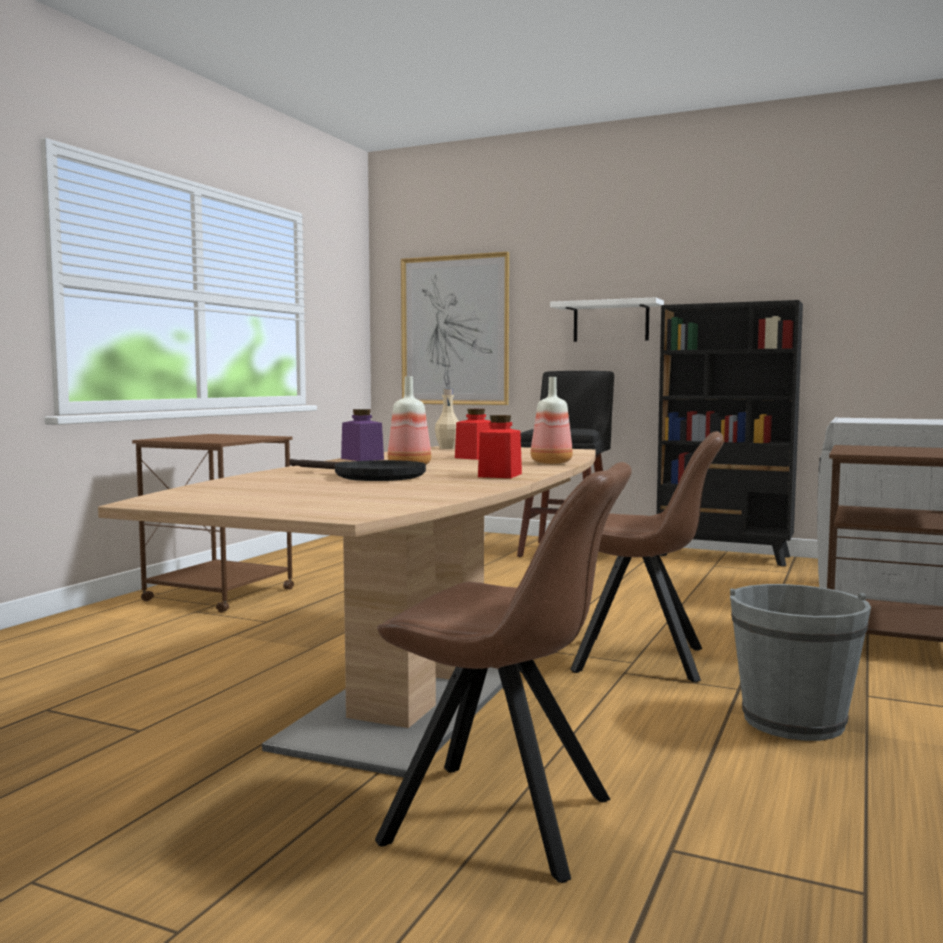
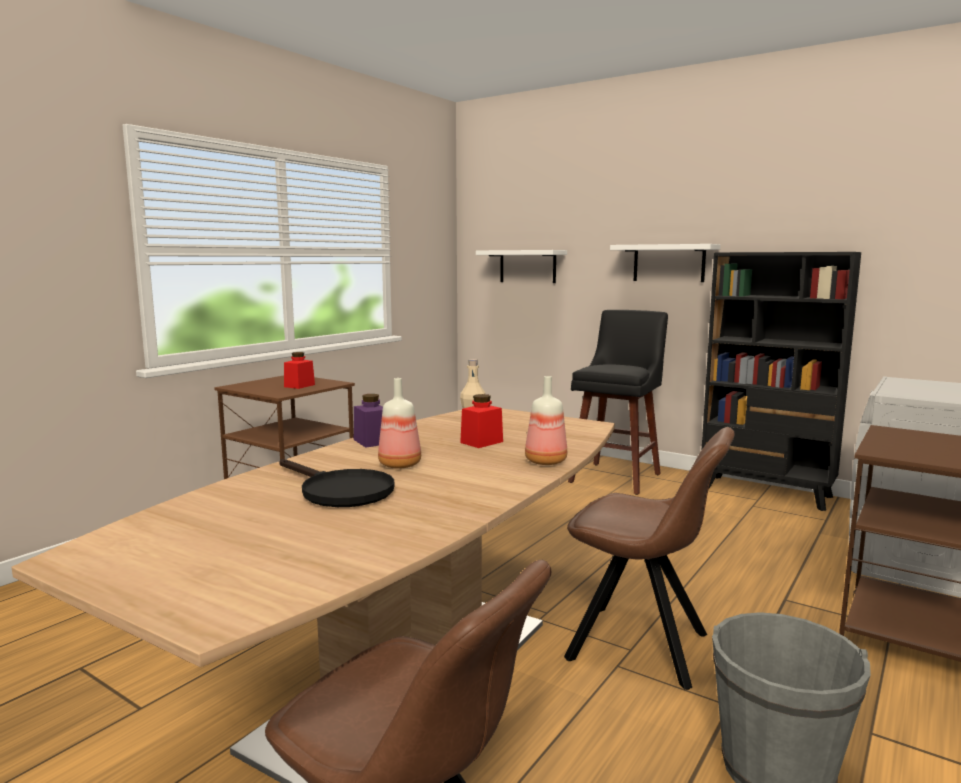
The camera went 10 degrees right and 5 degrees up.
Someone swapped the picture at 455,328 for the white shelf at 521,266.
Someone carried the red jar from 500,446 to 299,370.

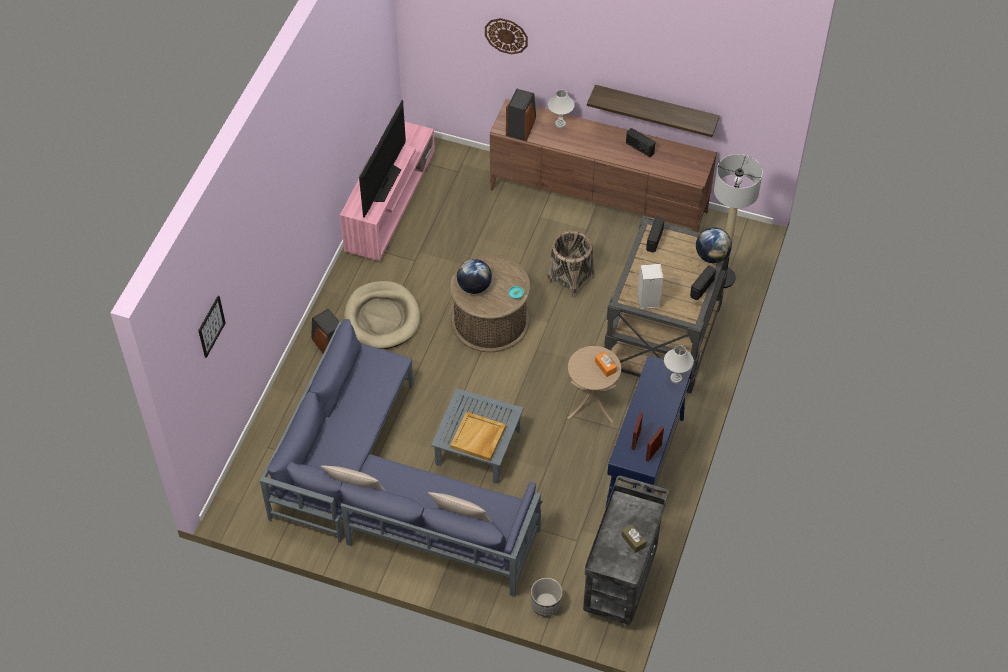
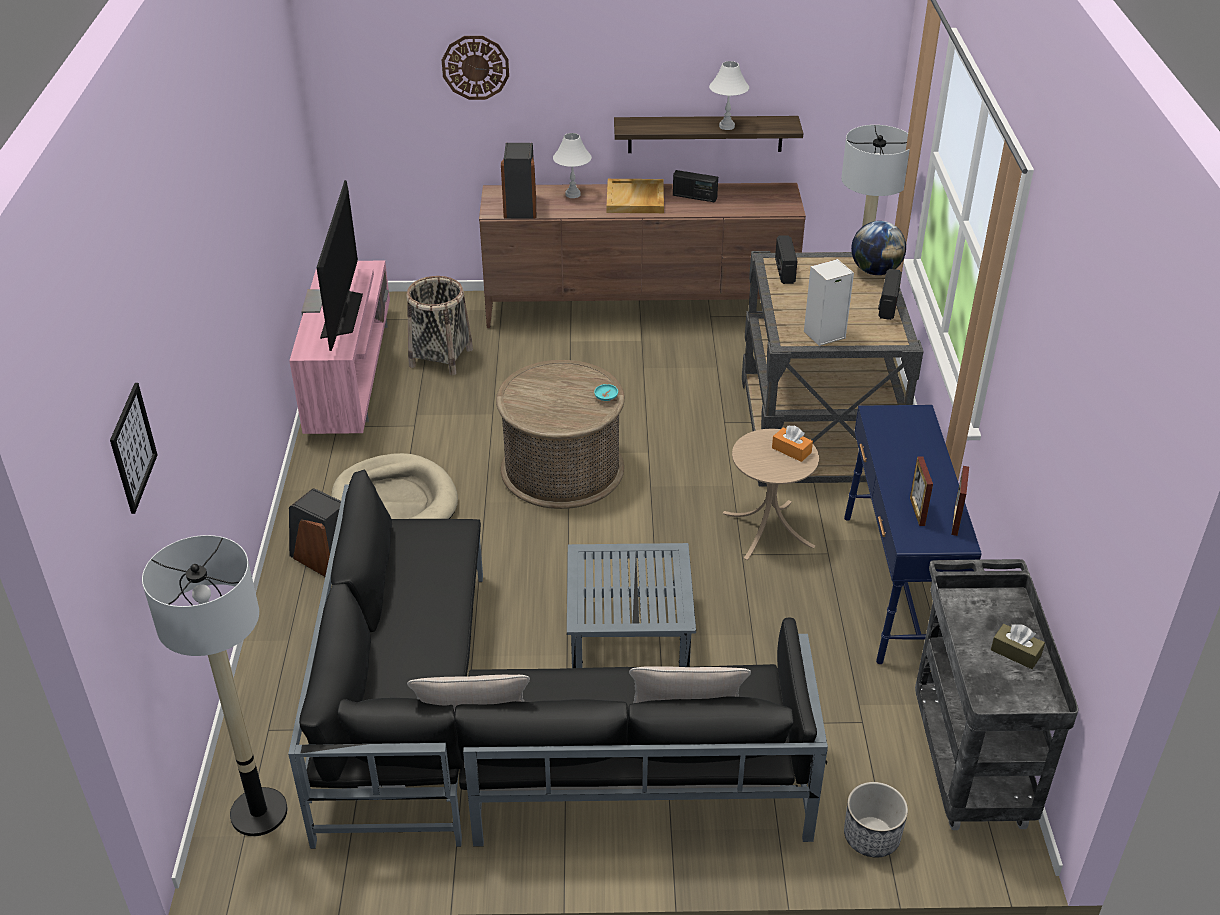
The camera went 20 degrees left and 15 degrees down.
Someone carried the basket from 570,264 to 440,325.
Someone took away the globe at 474,276.
Someone repainted the blue sofa at 401,458, which became the black sofa at 558,659.
Someone carried the white table lamp from 679,364 to 729,95.
Someone carried the beige tray from 478,436 to 635,196.
Someone put down the floor lamp at 215,685.

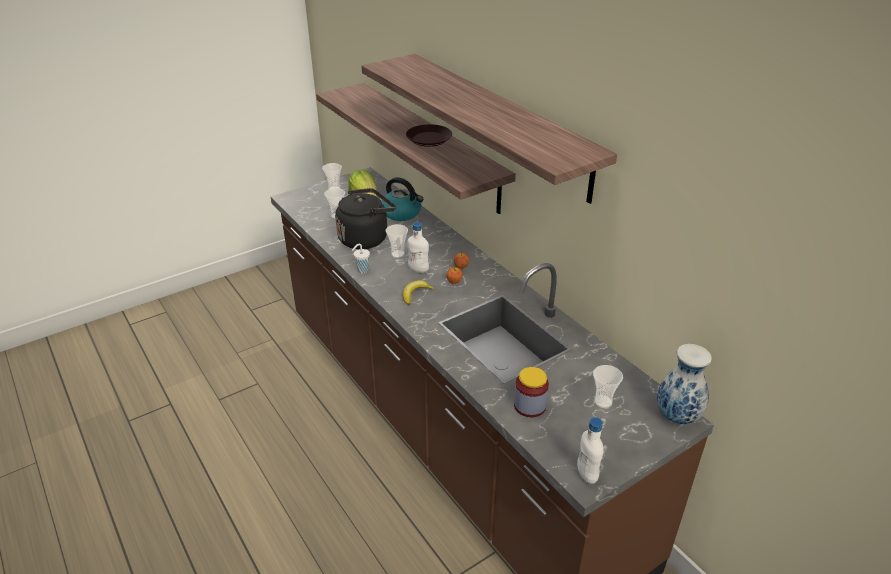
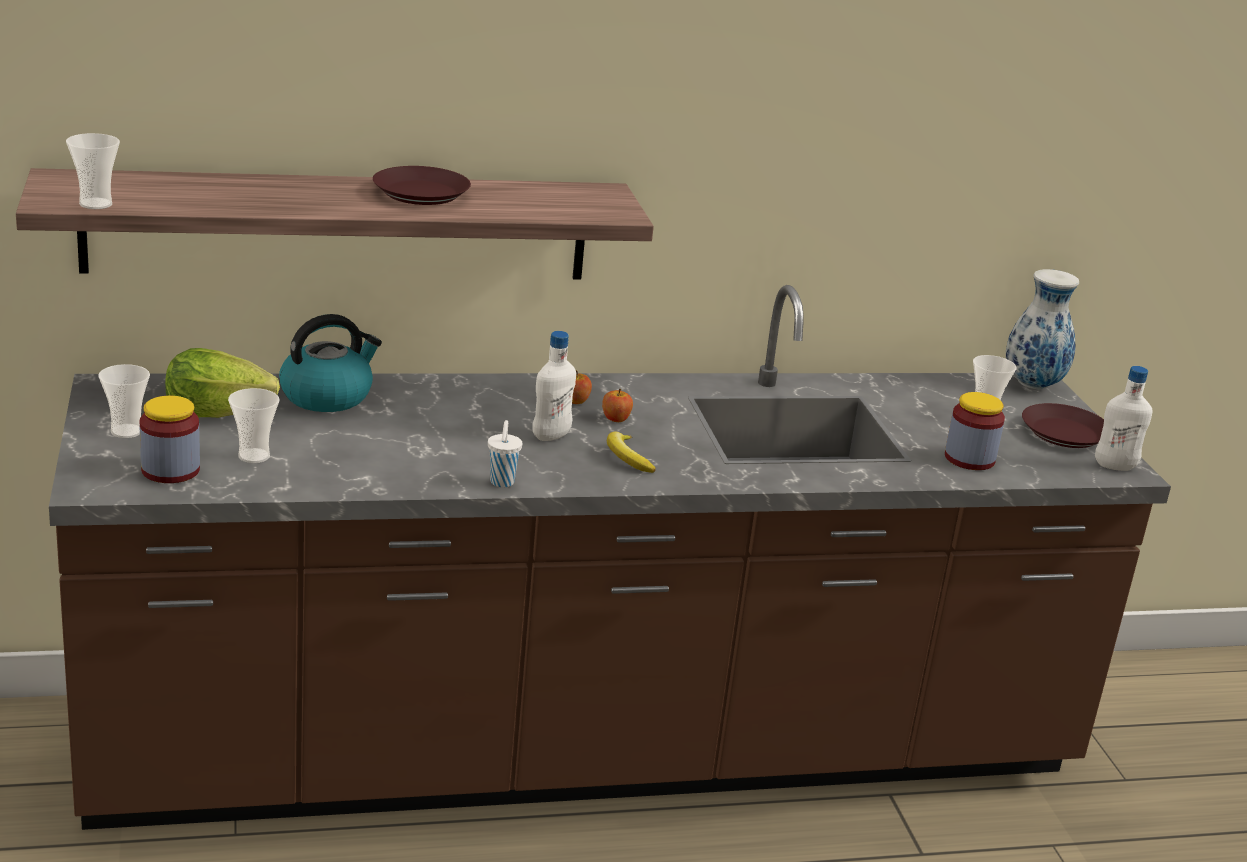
The camera went 70 degrees left and 10 degrees down.
Someone took away the shelf at 489,129.
Someone took away the black kettle at 365,218.
Someone carried the cup from 397,241 to 93,171.
Someone put down the jar at 169,439.
Someone put down the brown plate at 1063,425.

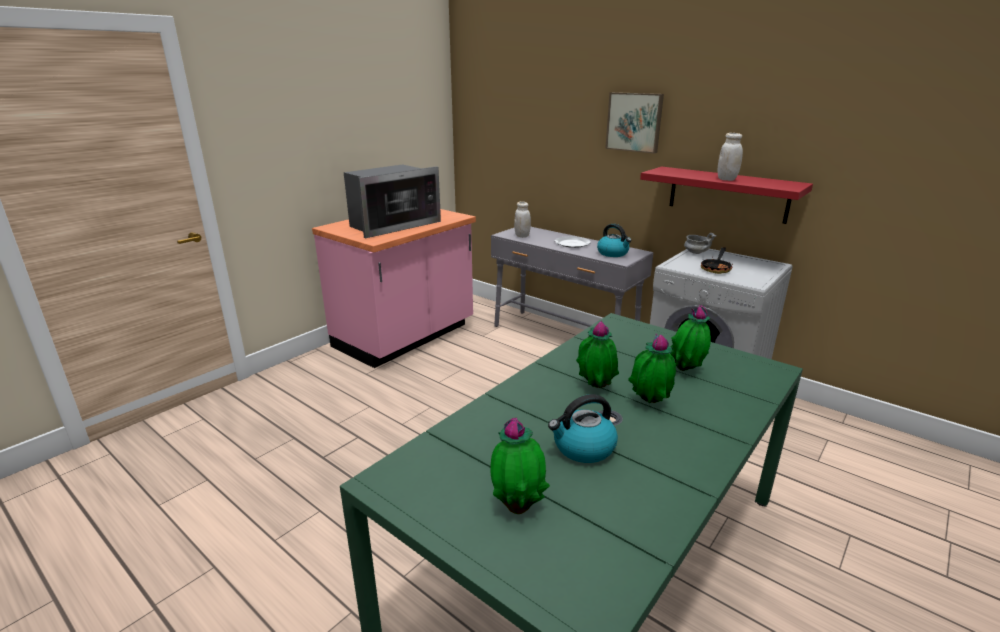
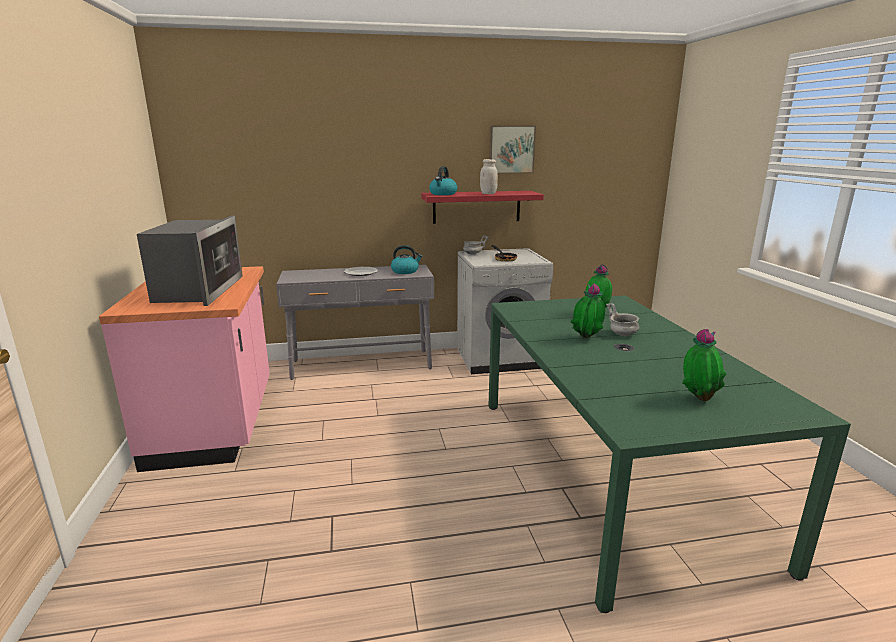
The camera went 50 degrees left and 5 degrees down.
Someone carried the picture from 634,122 to 512,150.
Someone took away the white jar at 522,220.
Someone swapped the potted plant at 652,368 for the grey bowl at 622,319.
Someone carried the kettle from 583,428 to 443,180.

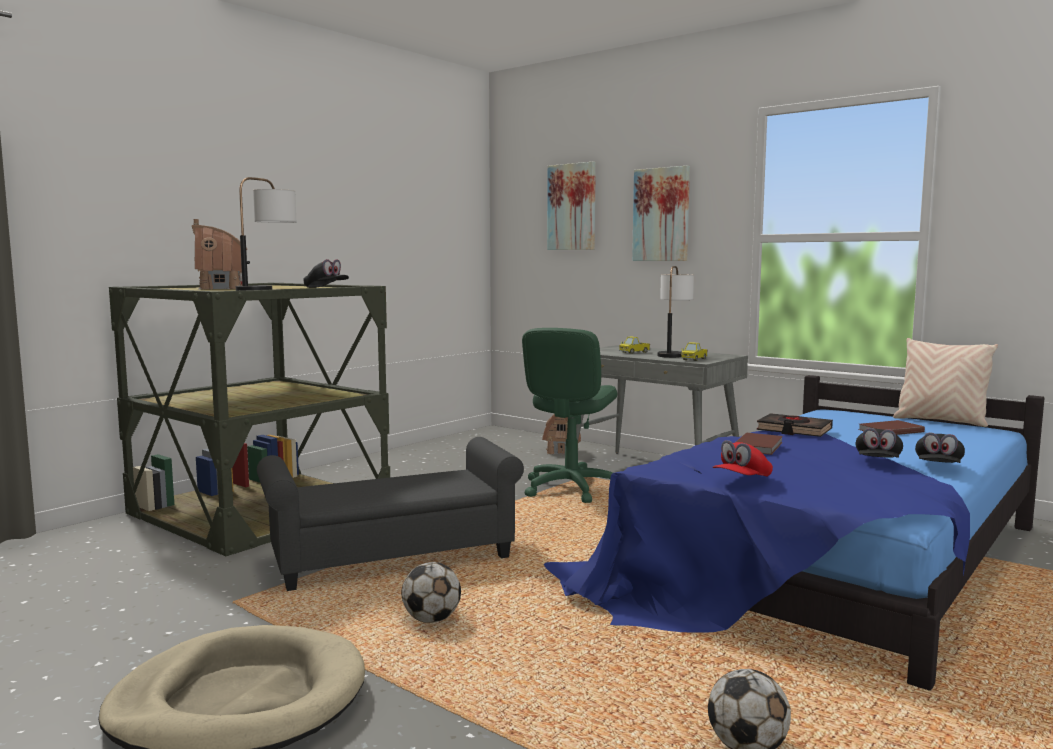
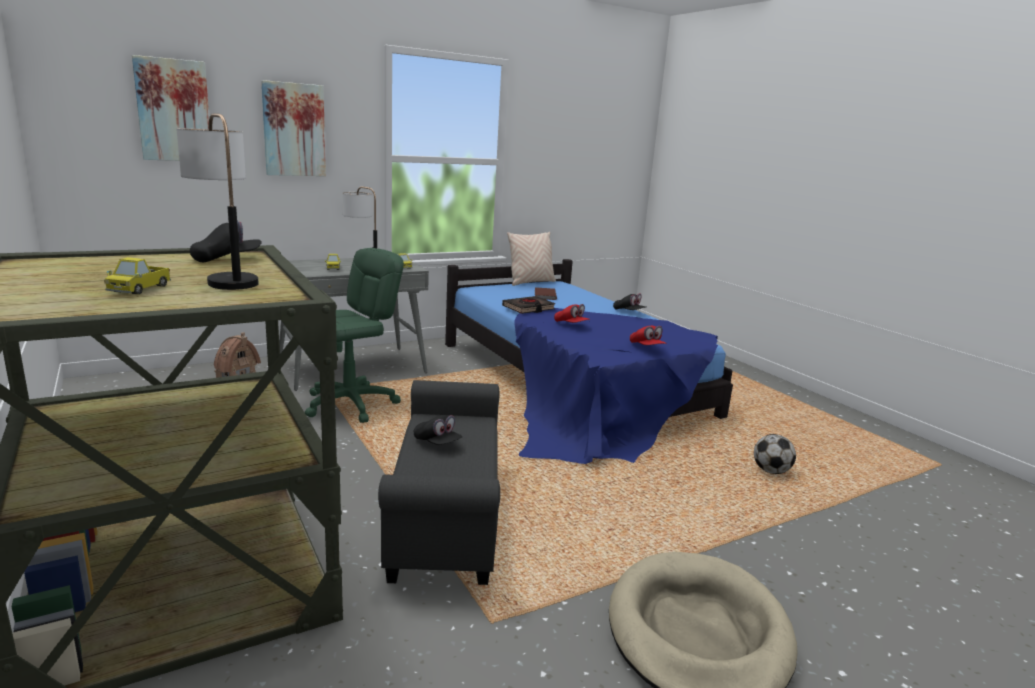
The camera went 70 degrees left and 10 degrees up.
Someone swapped the toy house at 220,254 for the toy truck at 137,276.
Someone rotated the green office chair at 569,415 by 90 degrees counterclockwise.
Someone carried the black cap from 879,443 to 438,430.
Someone swapped the brown book at 759,444 for the red cap at 572,313.
Someone took away the football at 431,592.

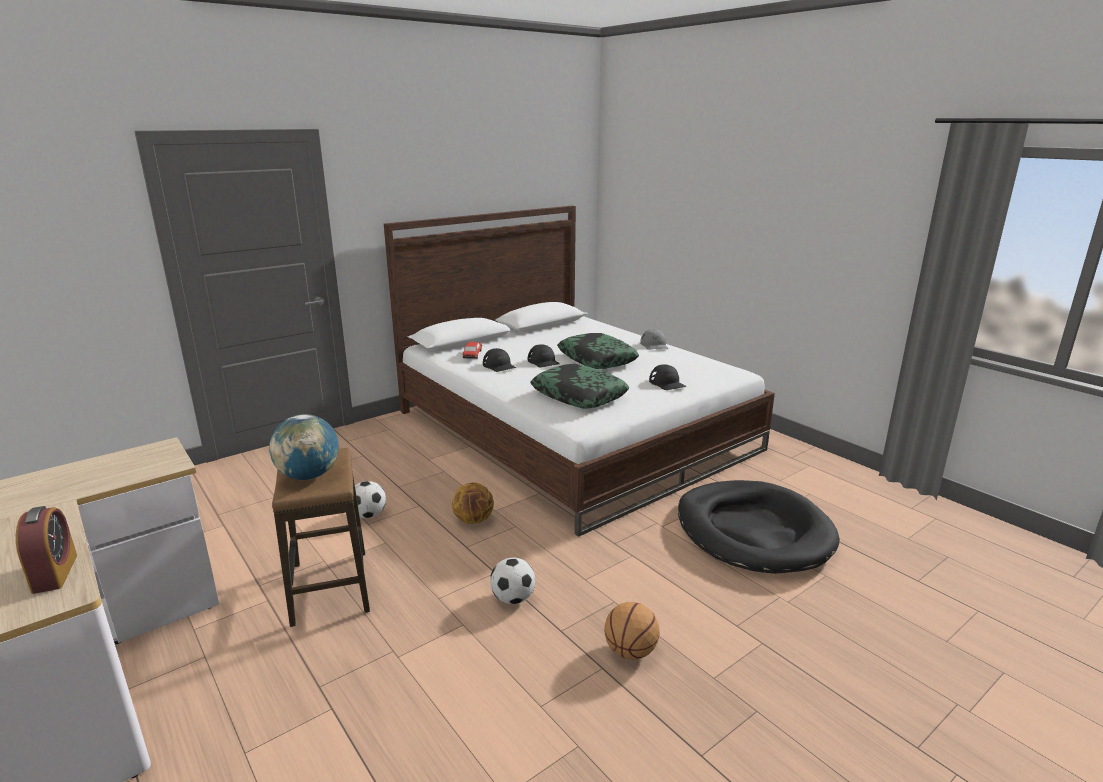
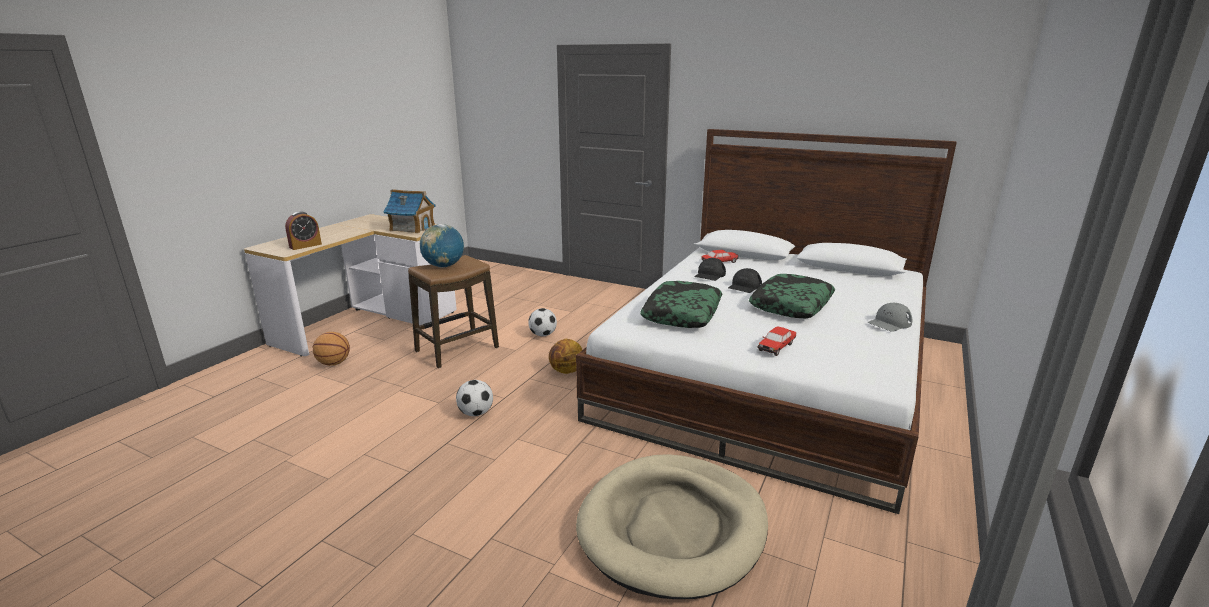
The camera went 65 degrees right and 0 degrees up.
Someone swapped the black cap at 667,377 for the toy car at 777,341.
Someone repainted the black dog bed at 759,527, which became the beige dog bed at 672,526.
Someone carried the basketball from 632,631 to 331,349.
Someone put down the toy house at 409,211.

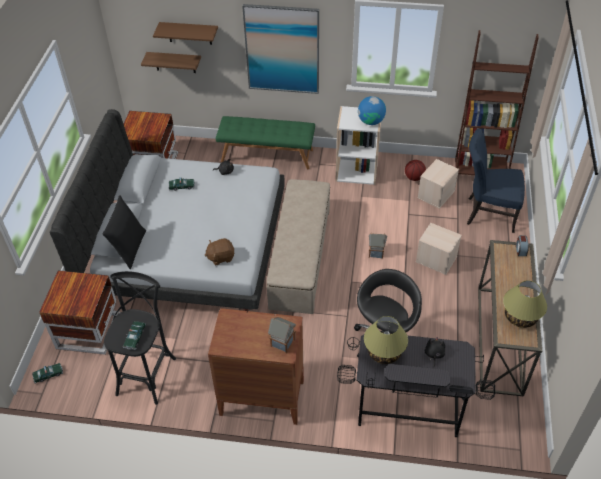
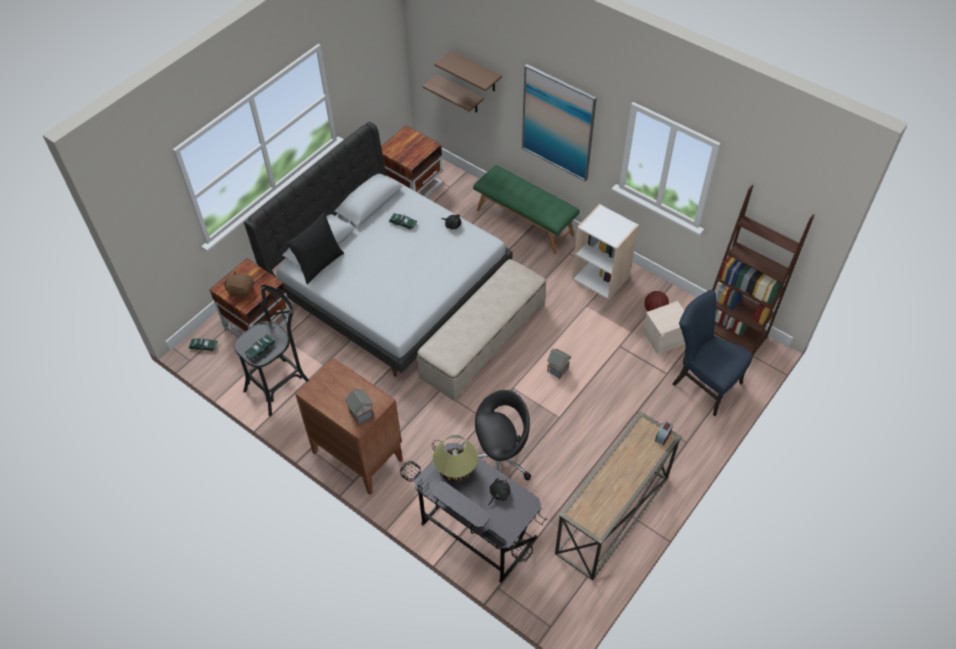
The camera went 30 degrees right and 5 degrees up.
Someone took away the globe at 372,110.
Someone took away the beige storage box at 439,249.
Someone carried the brown plush toy from 219,252 to 239,284.
Someone took away the table lamp at 525,304.

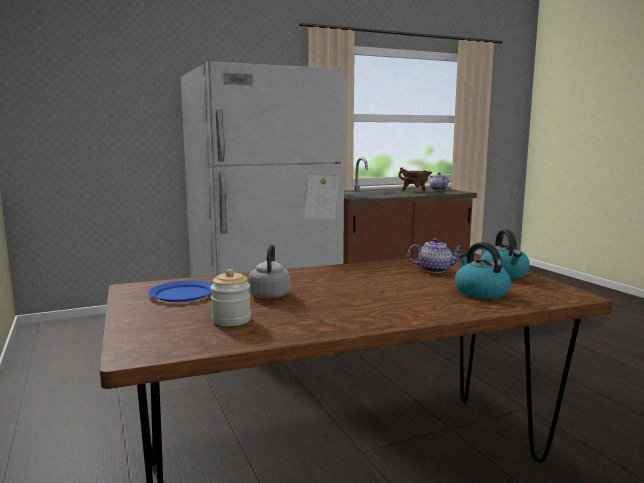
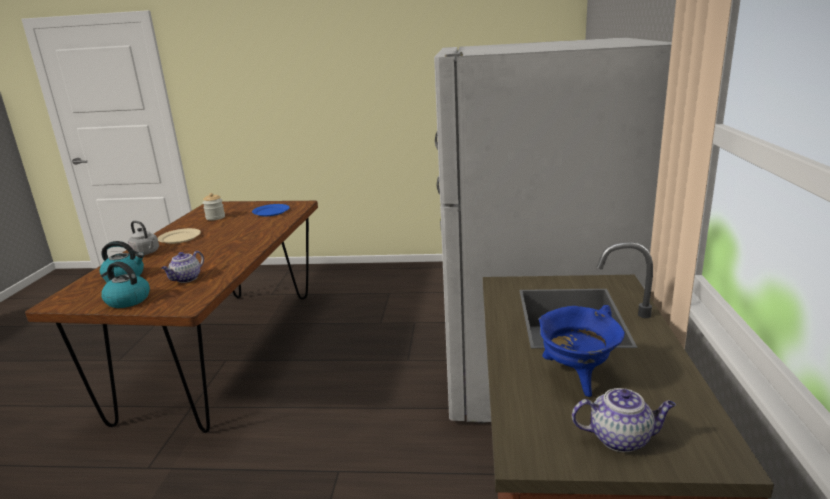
The camera went 120 degrees right and 10 degrees up.
Someone repainted the brown cooking pot at 415,179, which became the blue cooking pot at 582,351.
Someone carried the grey kettle from 270,271 to 143,238.
Someone put down the beige plate at 179,236.

